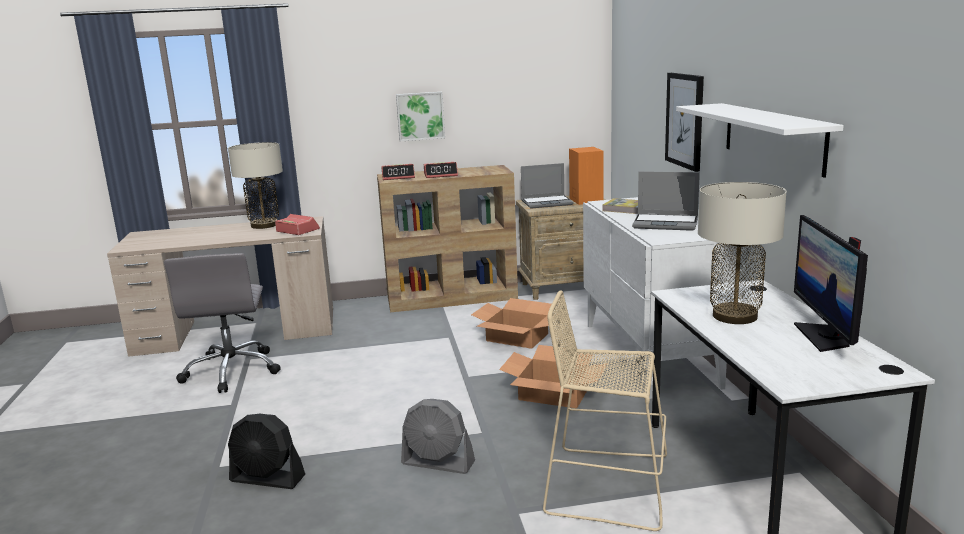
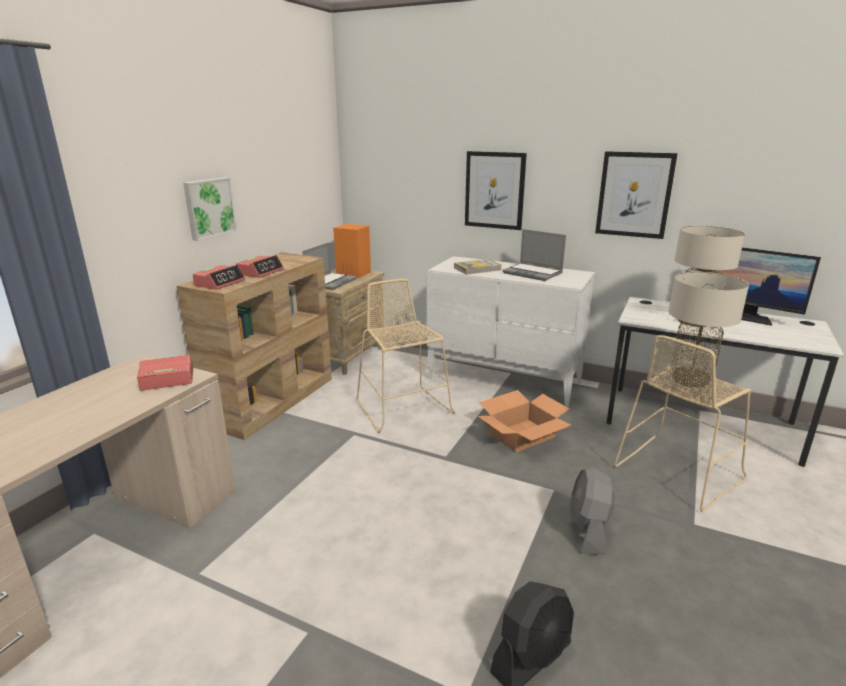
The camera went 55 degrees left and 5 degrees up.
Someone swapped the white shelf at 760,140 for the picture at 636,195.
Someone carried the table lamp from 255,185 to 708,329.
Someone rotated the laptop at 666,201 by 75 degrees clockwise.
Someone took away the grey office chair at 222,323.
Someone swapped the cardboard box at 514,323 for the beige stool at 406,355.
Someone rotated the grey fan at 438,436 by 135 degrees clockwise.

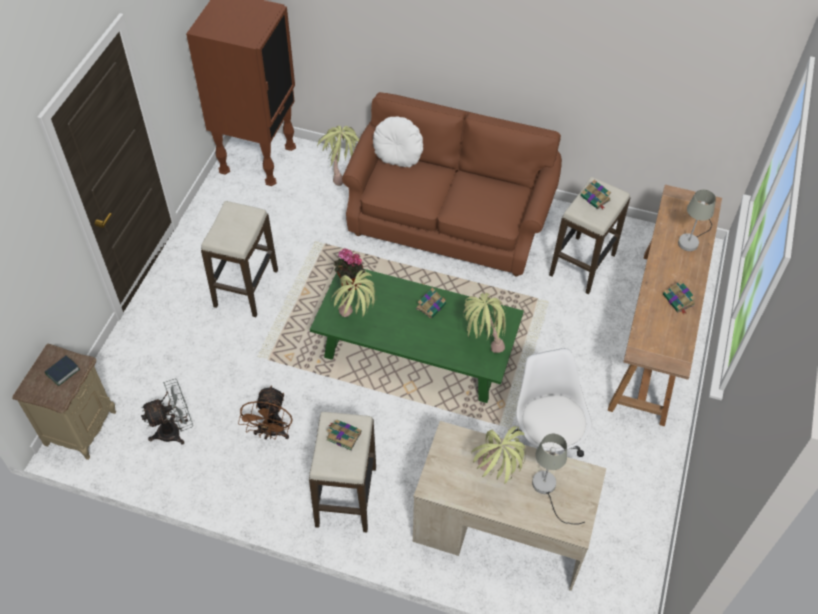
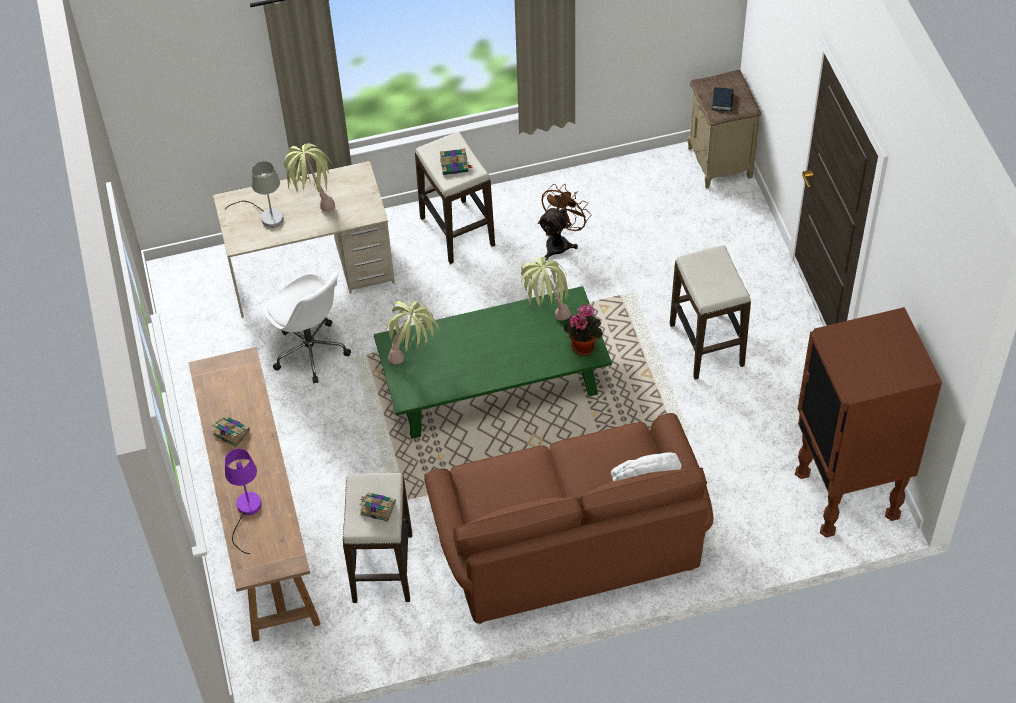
The camera went 150 degrees right and 0 degrees up.
Someone took away the potted plant at 338,156.
Someone repainted the grey table lamp at 697,220, which became the purple table lamp at 243,501.
Someone took away the book at 431,302.
Someone took away the grey fan at 167,412.
Someone rotated the brown fan at 265,412 by 60 degrees clockwise.

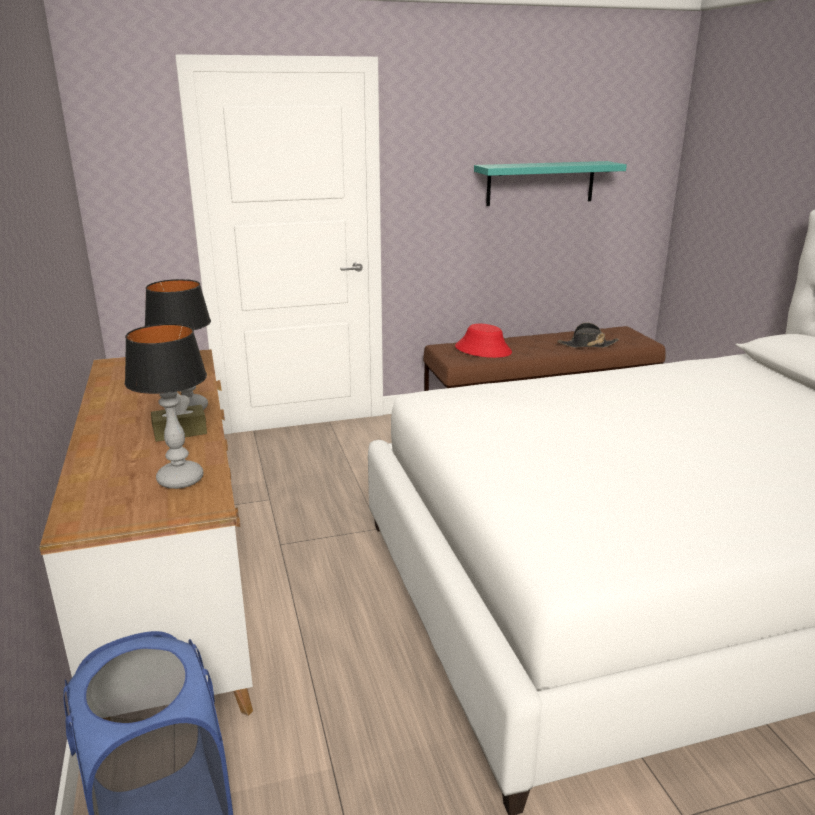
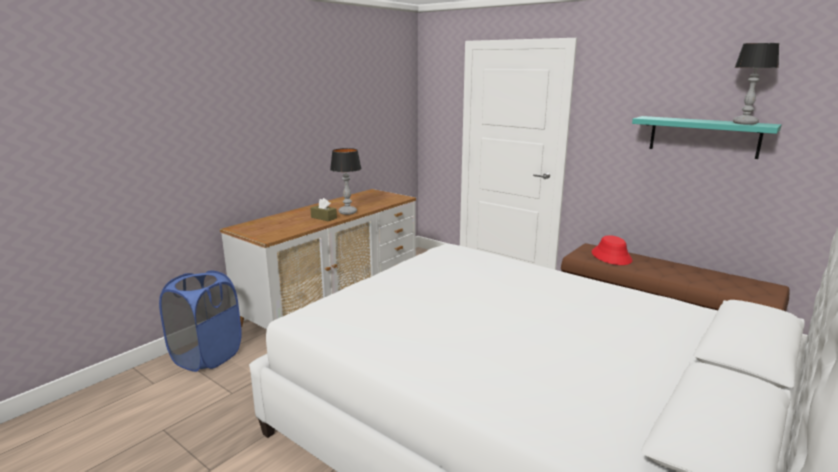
The camera went 55 degrees right and 5 degrees down.
Someone took away the black hat at 588,335.
Someone carried the table lamp from 166,406 to 756,84.

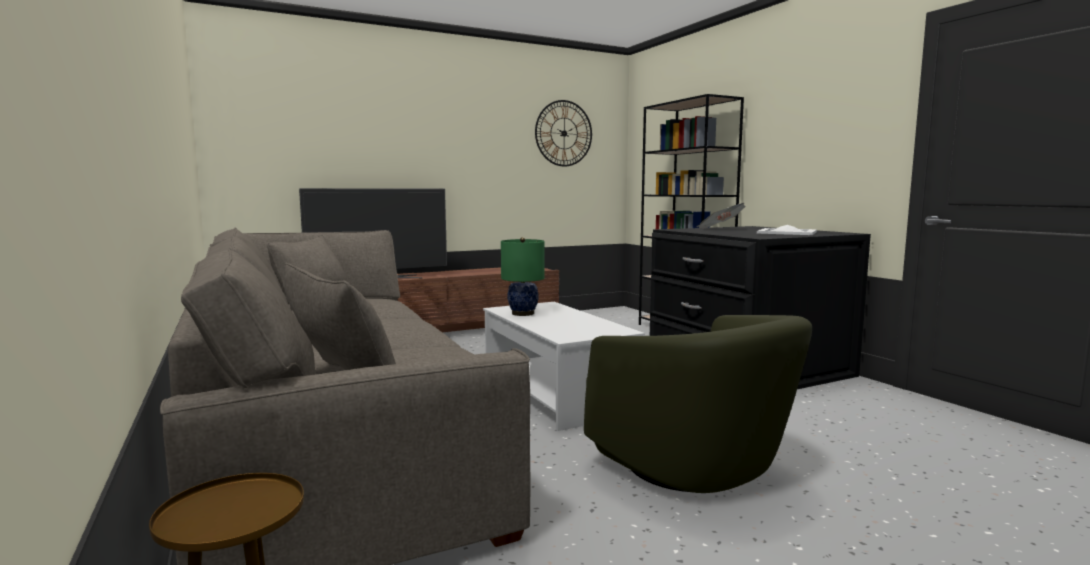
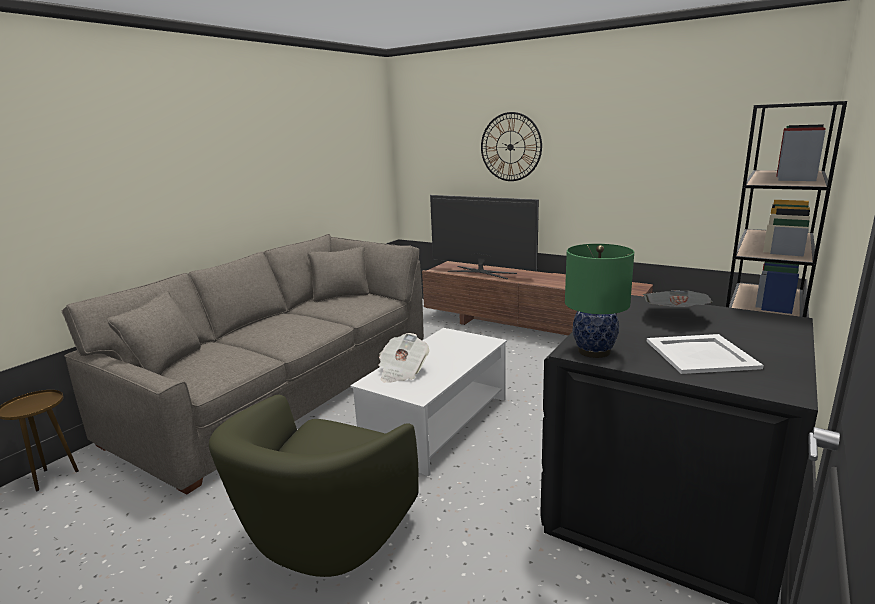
The camera went 60 degrees right and 10 degrees up.
Someone carried the wall clock from 563,133 to 511,146.
Someone carried the green table lamp from 523,276 to 599,301.
Someone put down the newspaper at 403,358.

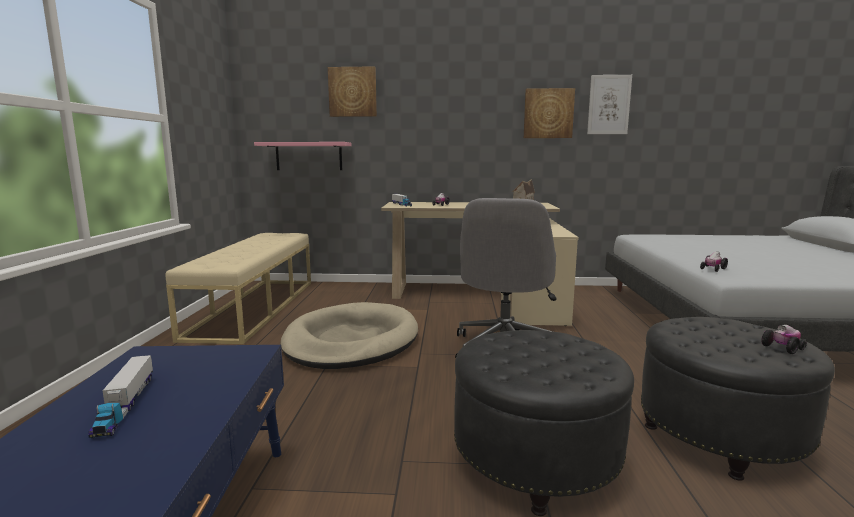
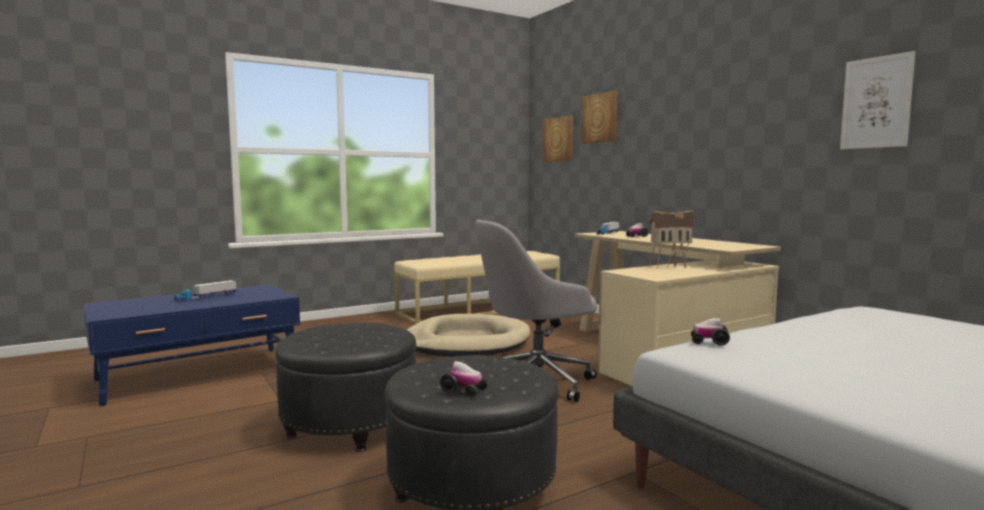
The camera went 55 degrees right and 5 degrees down.
Someone carried the picture from 549,113 to 558,139.
Someone took away the pink shelf at 303,156.

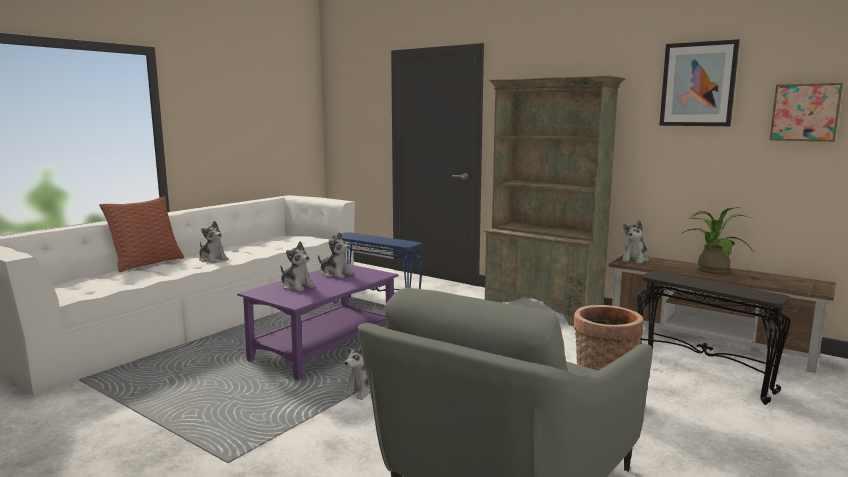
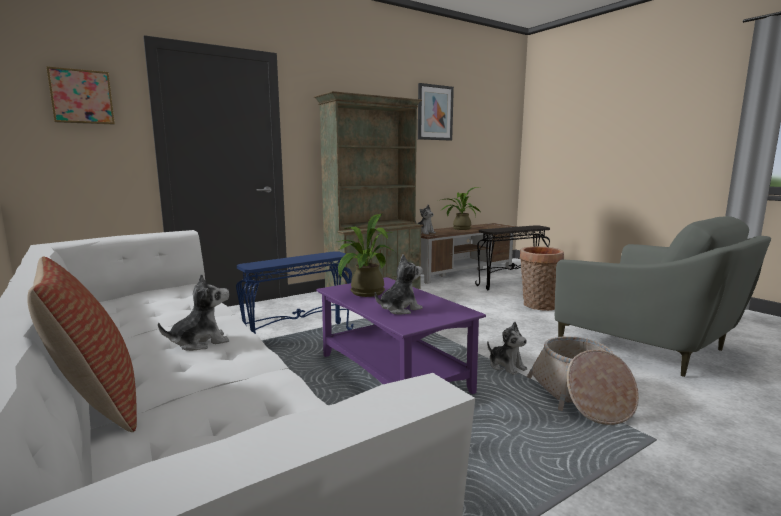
The camera went 70 degrees left and 0 degrees up.
Someone carried the picture from 806,112 to 80,95.
Someone swapped the plush toy at 335,255 for the potted plant at 365,255.
Someone put down the basket at 583,380.

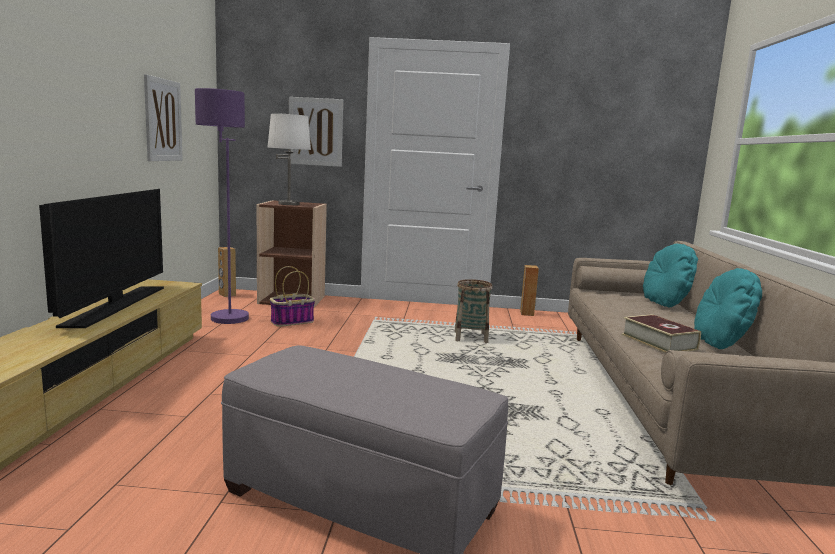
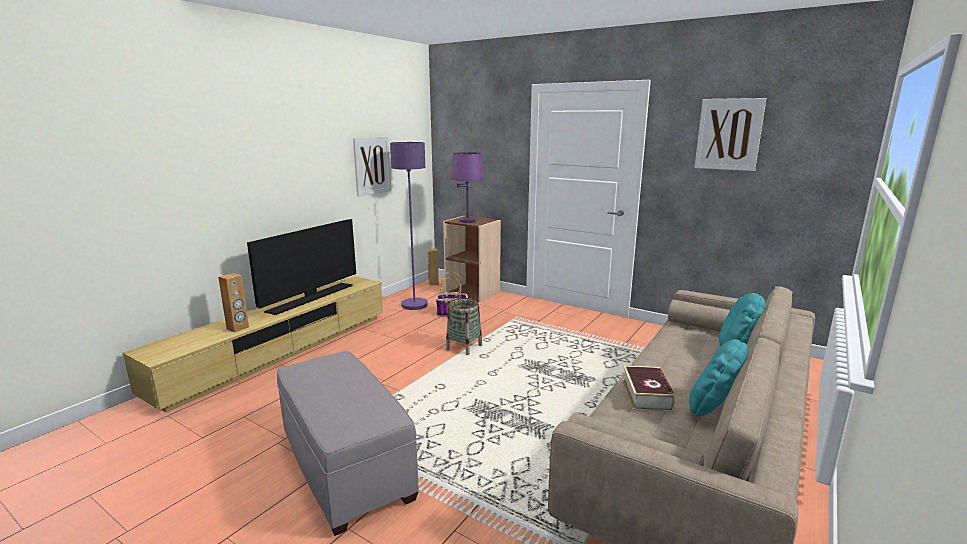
The camera went 30 degrees right and 5 degrees up.
Someone carried the picture from 316,132 to 730,134.
Someone repainted the white table lamp at 289,159, which became the purple table lamp at 467,187.
Someone carried the brown speaker from 529,290 to 233,303.
Someone carried the basket from 473,311 to 464,326.

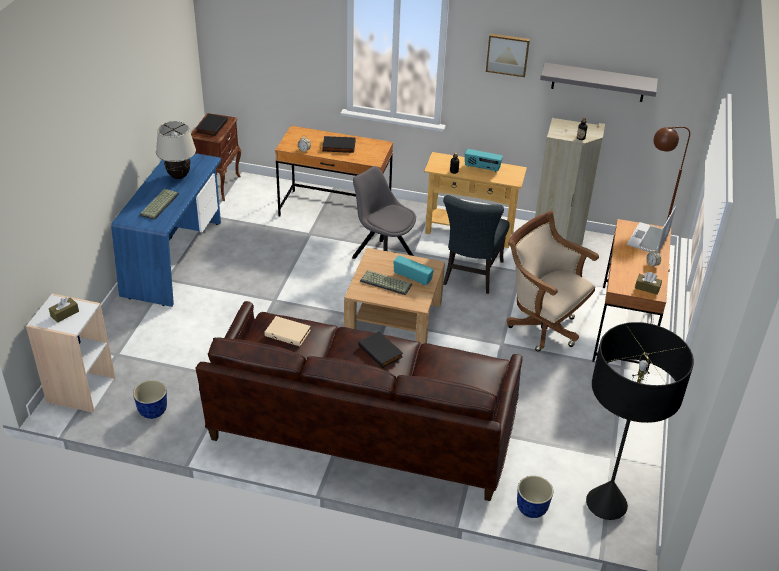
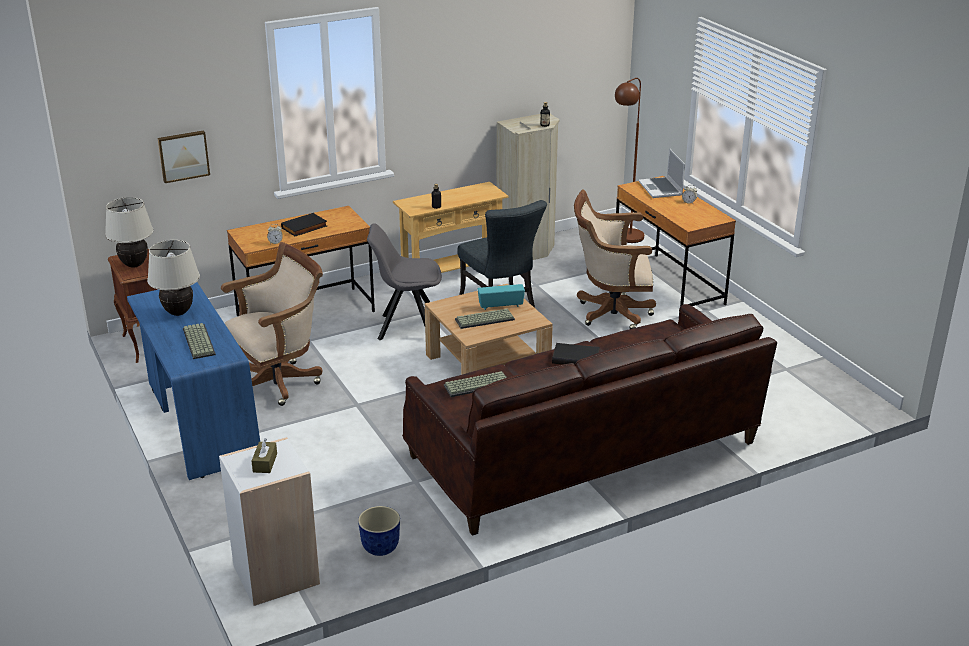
The camera went 40 degrees left and 10 degrees down.
Someone carried the picture from 508,55 to 184,156.
Someone took away the grey shelf at 599,82.
Someone swapped the black book at 212,125 for the beige table lamp at 129,232.
Someone took away the radio at 484,161.
Someone took away the brown tissue box at 648,283.
Someone swapped the beige book at 287,331 for the keyboard at 475,384.
Someone took away the black floor lamp at 640,421.
Someone took away the planter at 535,497.
Someone put down the office chair at 272,324.

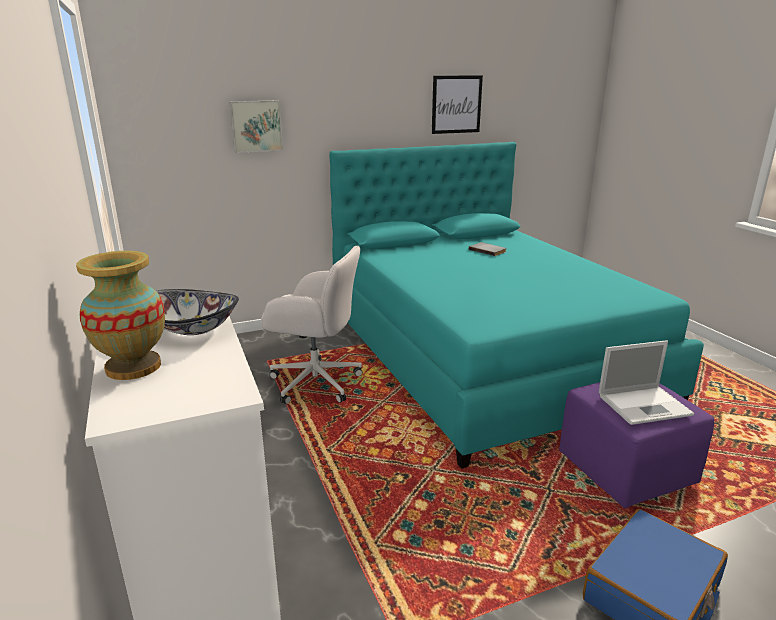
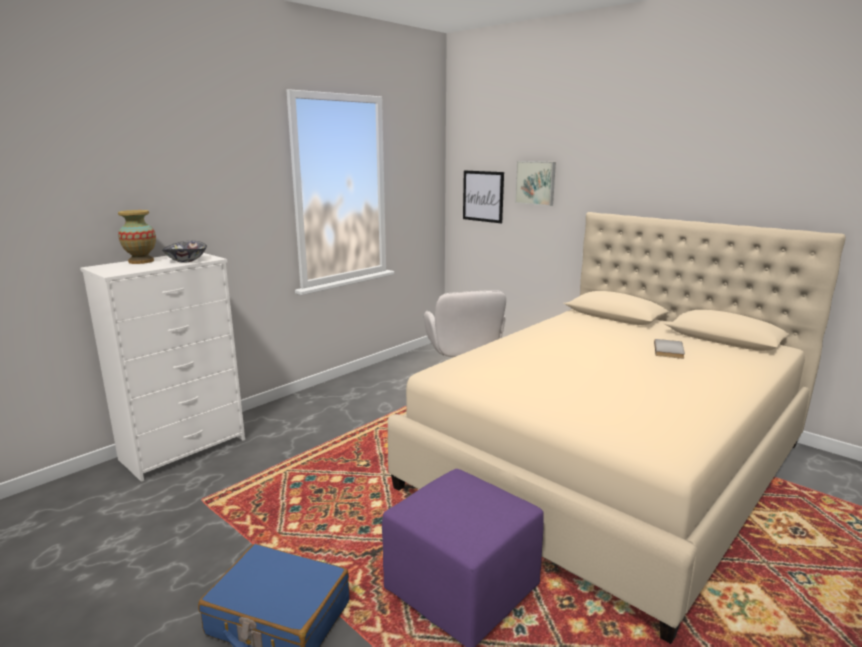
The camera went 65 degrees right and 5 degrees down.
Someone carried the picture from 457,105 to 483,196.
Someone repainted the turquoise bed at 516,305, which became the beige bed at 617,428.
Someone took away the laptop at 646,382.

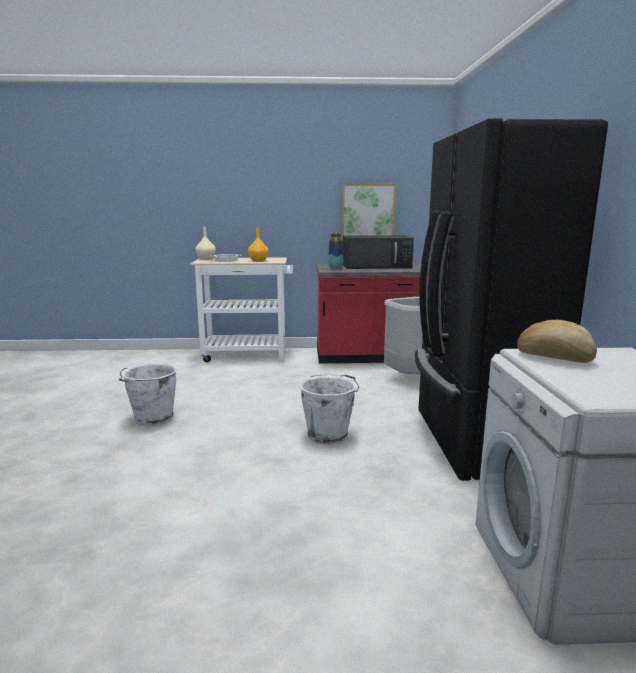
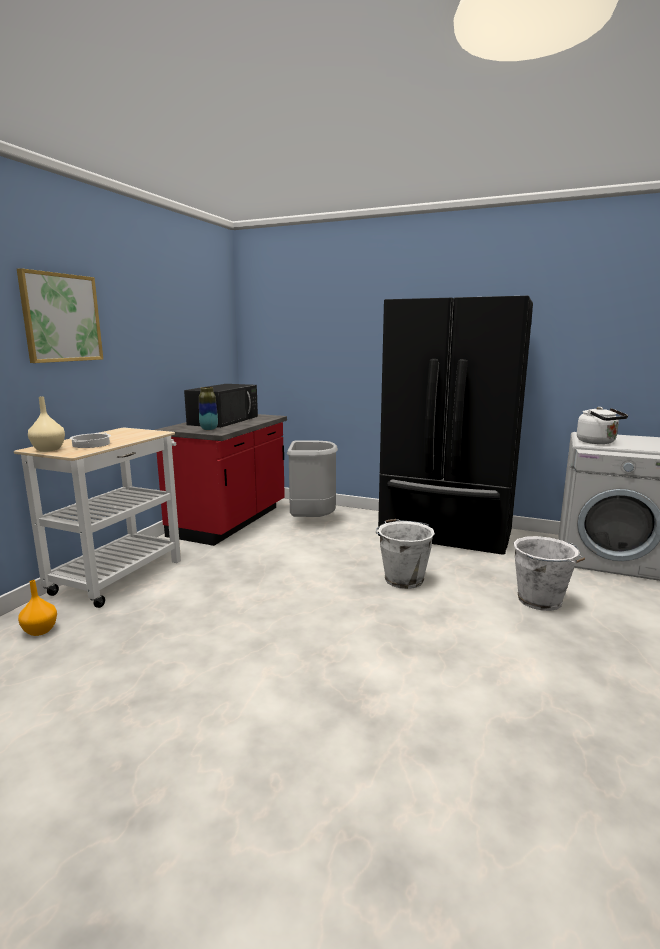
The camera went 65 degrees left and 0 degrees up.
Someone carried the picture from 369,210 to 60,315.
Someone carried the orange vase from 258,245 to 37,608.
Someone swapped the bread at 557,341 for the white kettle at 602,425.
Someone carried the white bucket from 148,394 to 549,573.

